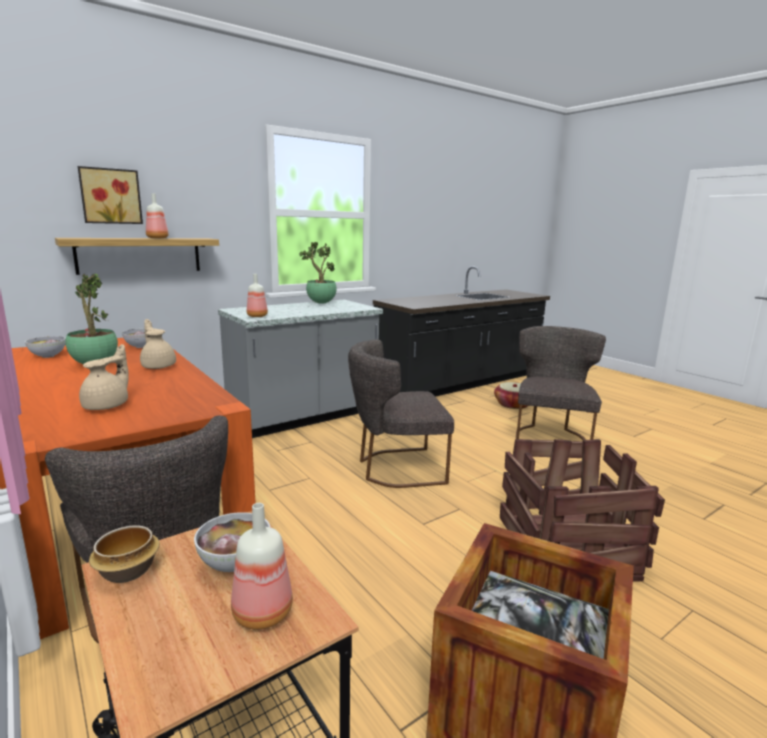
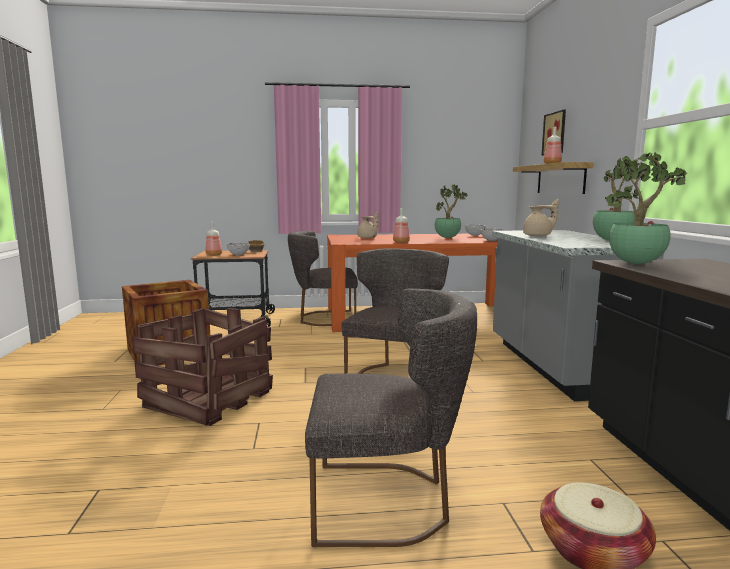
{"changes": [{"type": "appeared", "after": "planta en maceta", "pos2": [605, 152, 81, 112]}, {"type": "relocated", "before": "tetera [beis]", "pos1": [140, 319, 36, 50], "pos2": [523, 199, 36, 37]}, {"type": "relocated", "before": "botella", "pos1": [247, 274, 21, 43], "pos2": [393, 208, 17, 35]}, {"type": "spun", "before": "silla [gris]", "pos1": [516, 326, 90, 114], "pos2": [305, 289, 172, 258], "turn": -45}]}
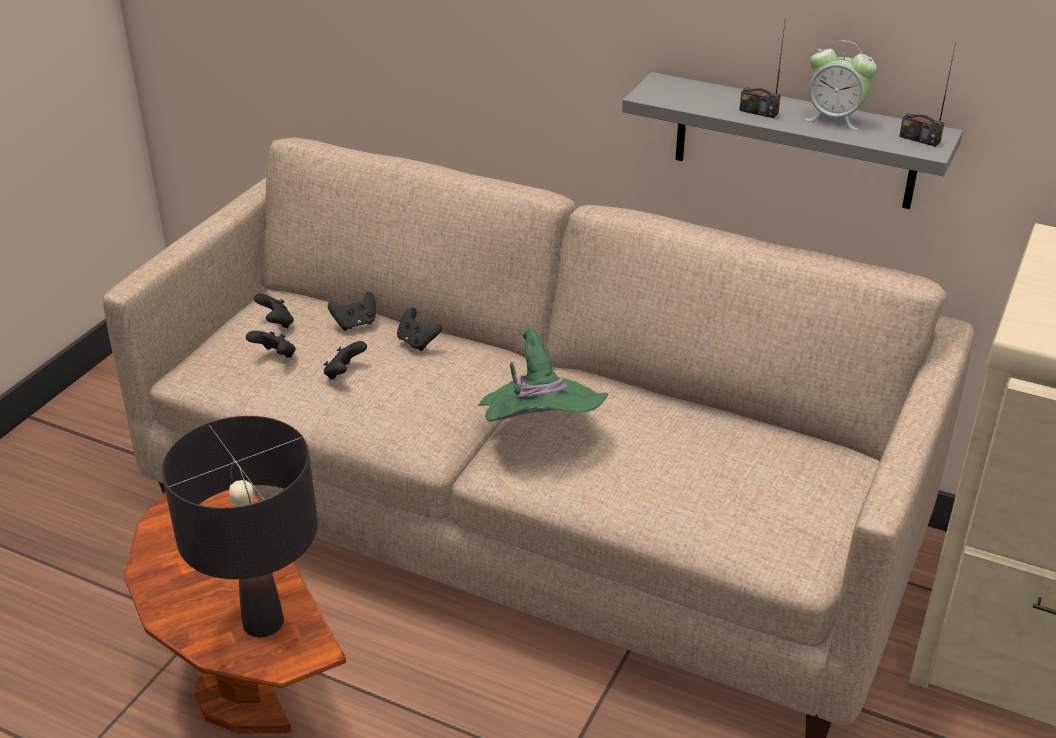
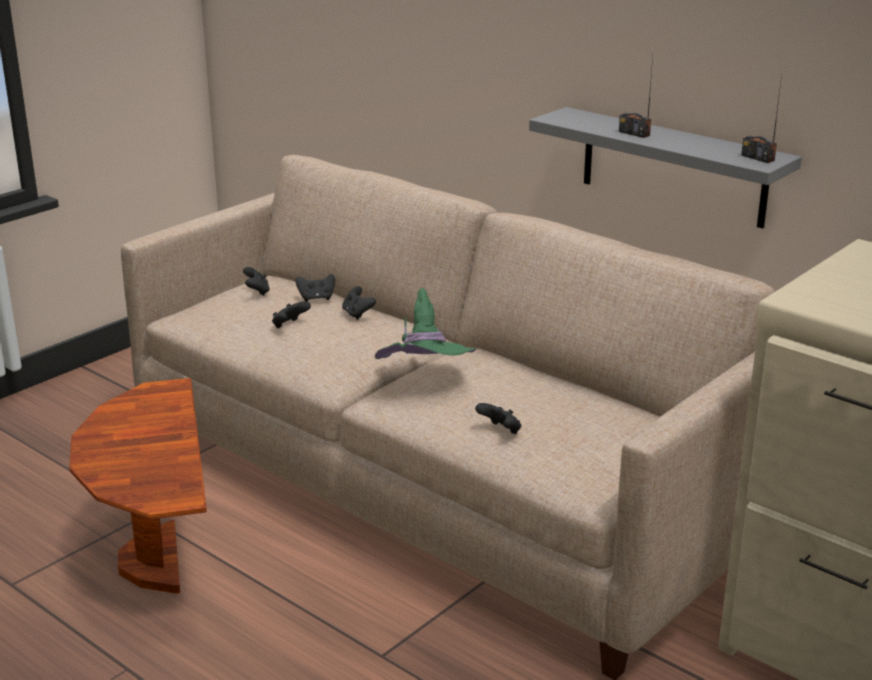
{"changes": [{"type": "missing", "before": "lámpara de mesa [negro]", "pos1": [162, 416, 156, 221]}, {"type": "missing", "before": "despertador", "pos1": [804, 41, 73, 89]}, {"type": "relocated", "before": "mando de consola [negro]", "pos1": [246, 331, 50, 27], "pos2": [475, 403, 46, 31]}]}
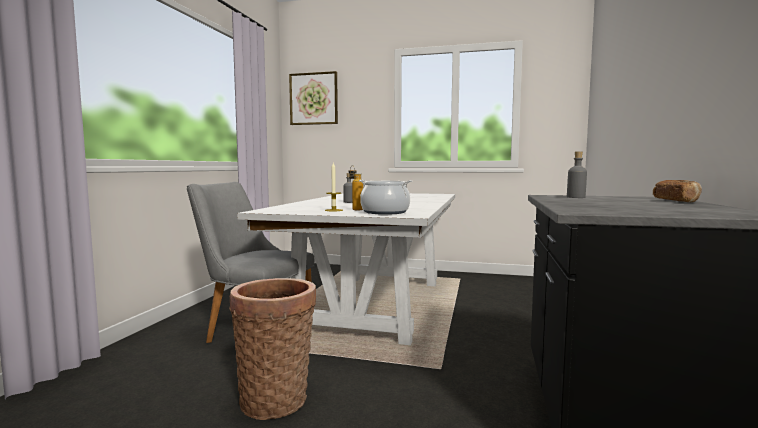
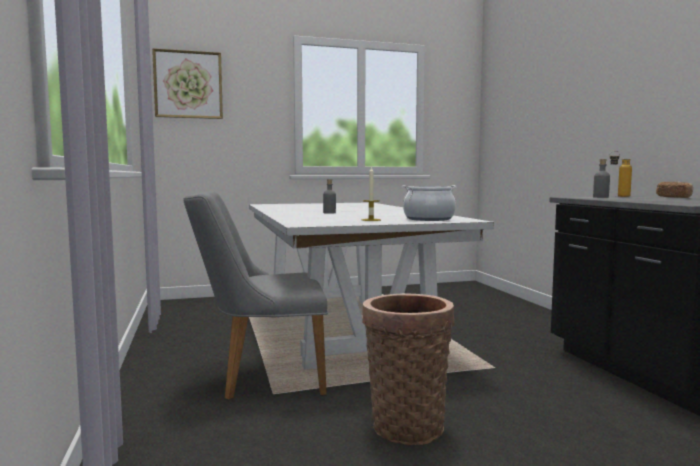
{"changes": [{"type": "relocated", "before": "botella", "pos1": [349, 165, 14, 45], "pos2": [609, 151, 23, 46]}]}
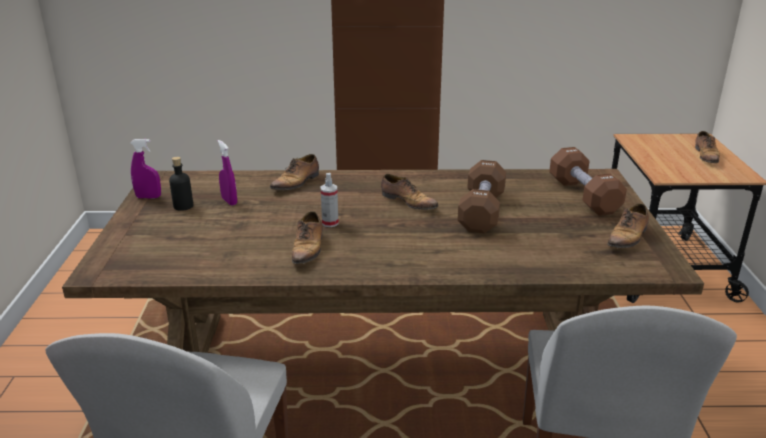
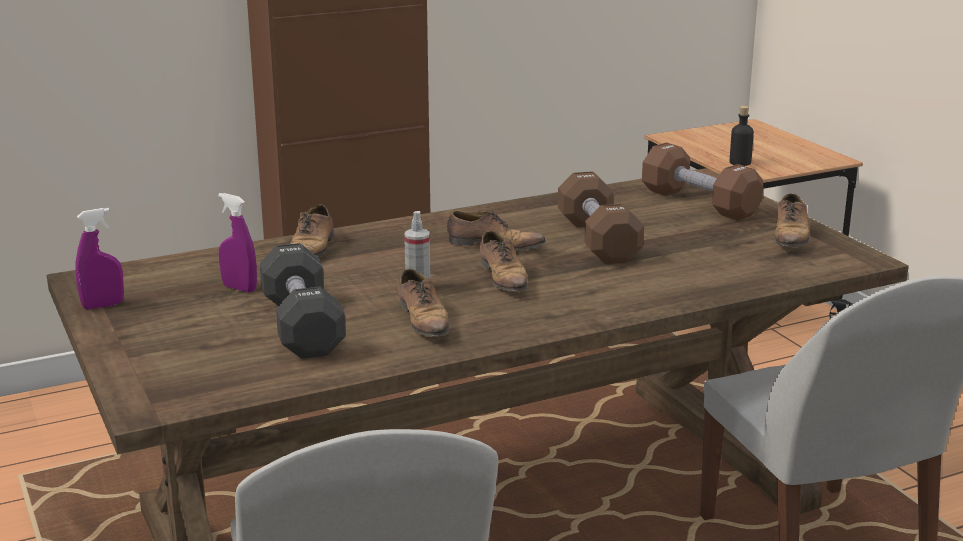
{"changes": [{"type": "appeared", "after": "mancuerna [negro]", "pos2": [260, 243, 86, 116]}, {"type": "relocated", "before": "botella [negro]", "pos1": [169, 157, 24, 54], "pos2": [730, 106, 24, 60]}, {"type": "relocated", "before": "zapato", "pos1": [695, 131, 25, 32], "pos2": [480, 231, 48, 67]}]}
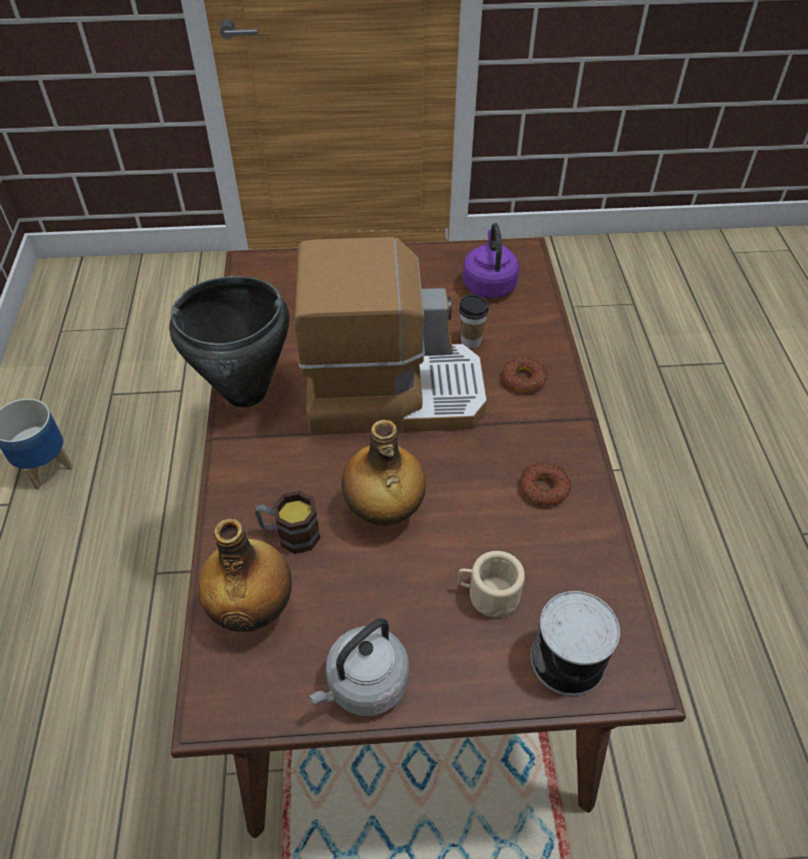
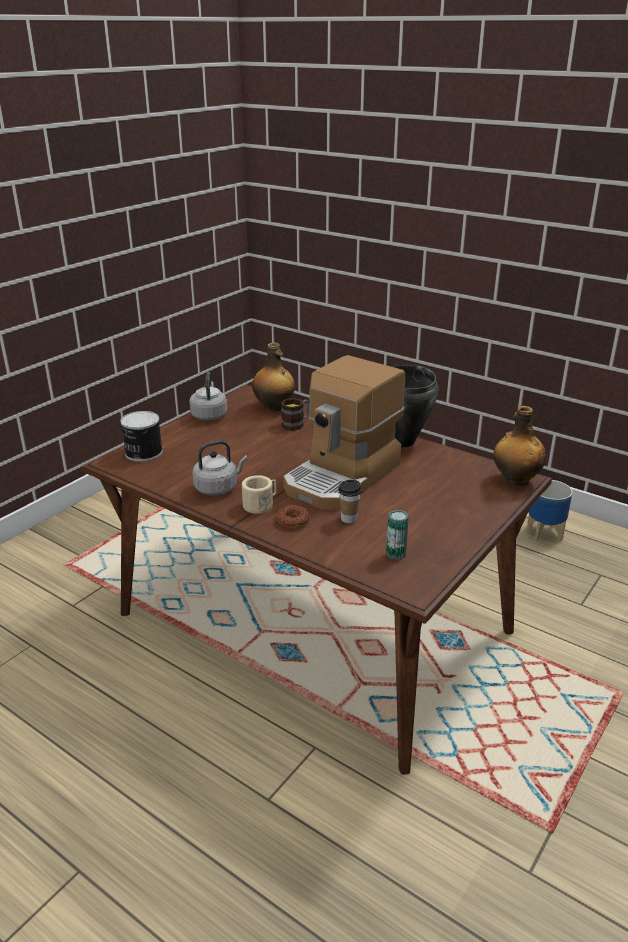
{"changes": [{"type": "relocated", "before": "botella", "pos1": [342, 420, 84, 106], "pos2": [493, 406, 53, 80]}, {"type": "relocated", "before": "taza grande [beis]", "pos1": [458, 551, 67, 67], "pos2": [242, 475, 35, 39]}, {"type": "exchanged", "before": "hervidor [morado]", "after": "lata", "pos1": [463, 223, 56, 75], "pos2": [386, 510, 23, 50]}, {"type": "exchanged", "before": "rosquilla", "after": "hervidor [gris]", "pos1": [520, 462, 51, 43], "pos2": [192, 440, 56, 56]}]}
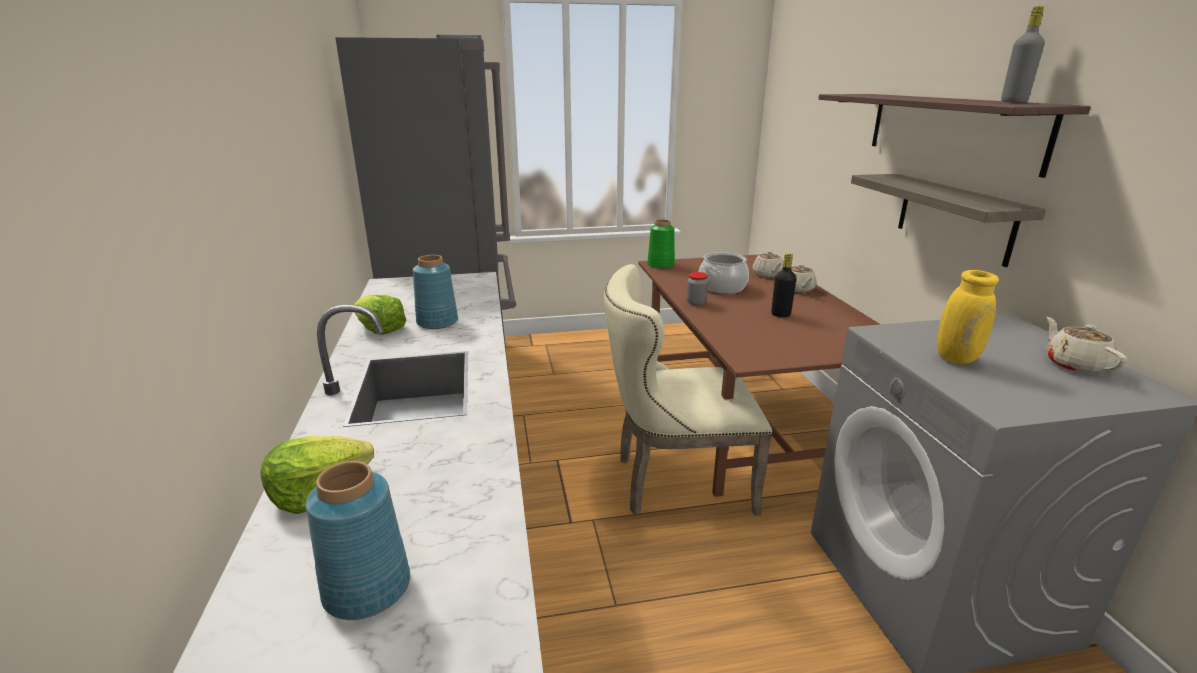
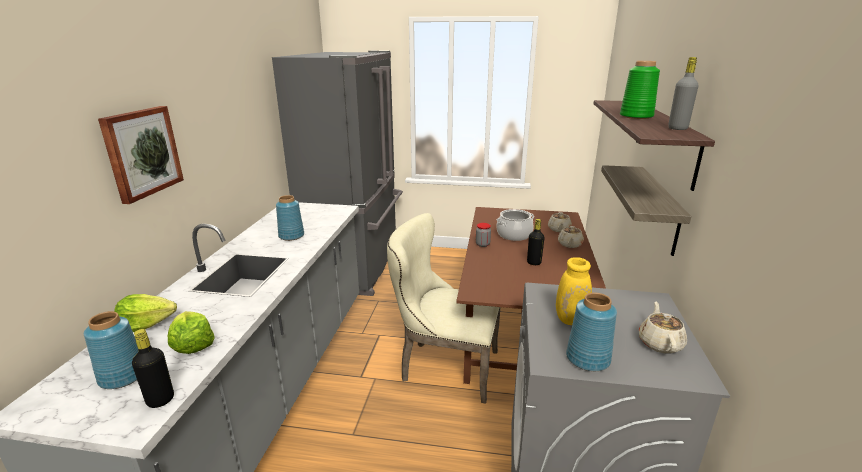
{"changes": [{"type": "appeared", "after": "cuadro", "pos2": [98, 106, 86, 98]}, {"type": "appeared", "after": "botella [negro]", "pos2": [132, 329, 42, 79]}, {"type": "appeared", "after": "florero [azul]", "pos2": [566, 292, 51, 79]}, {"type": "relocated", "before": "lechuga", "pos1": [354, 295, 52, 40], "pos2": [168, 311, 46, 43]}, {"type": "relocated", "before": "florero [verde]", "pos1": [647, 219, 28, 50], "pos2": [620, 61, 40, 58]}]}
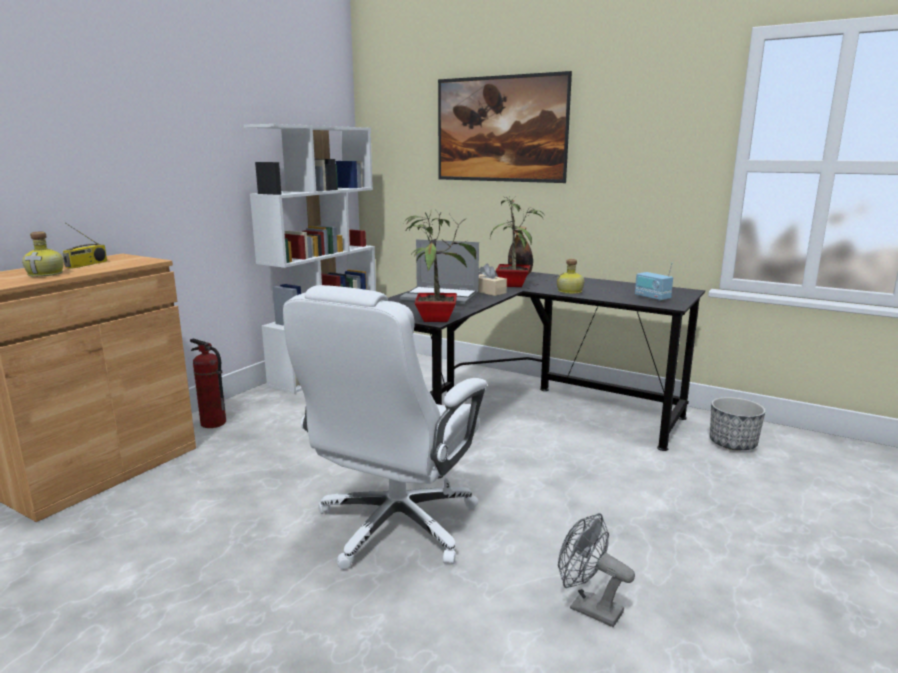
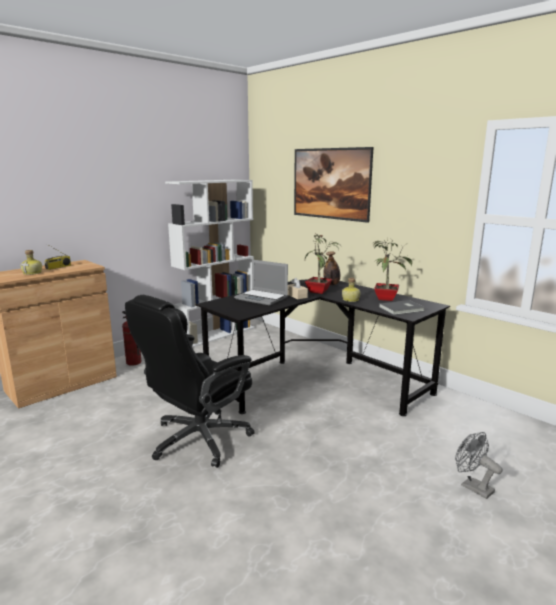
{"changes": [{"type": "missing", "before": "maceta", "pos1": [710, 397, 56, 54]}, {"type": "relocated", "before": "planta en maceta", "pos1": [405, 212, 71, 110], "pos2": [372, 238, 40, 63]}, {"type": "relocated", "before": "ventilador [gris]", "pos1": [558, 513, 77, 114], "pos2": [455, 432, 48, 67]}, {"type": "exchanged", "before": "radio", "after": "libro [gris]", "pos1": [635, 262, 38, 39], "pos2": [379, 300, 46, 15]}, {"type": "colour", "before": "silla de oficina [blanco]", "after": "silla de oficina [negro]", "pos1": [283, 285, 204, 285], "pos2": [125, 295, 130, 173]}]}
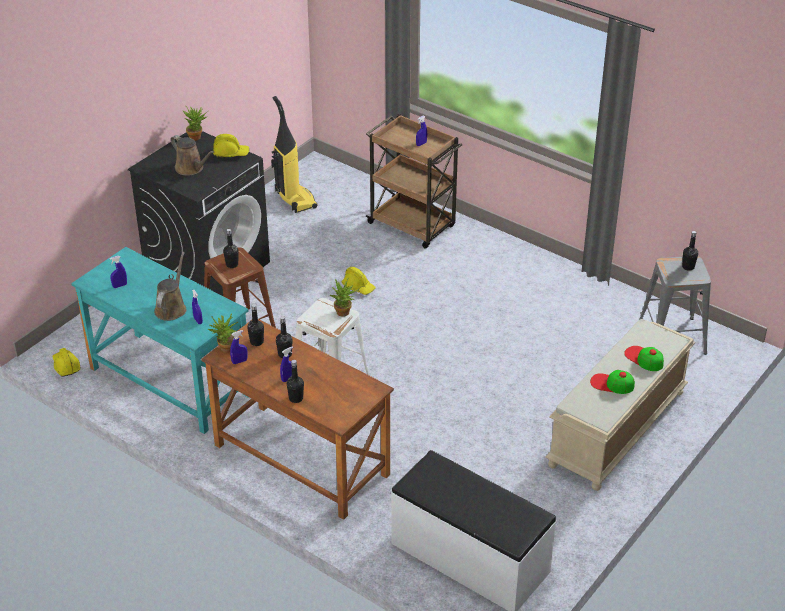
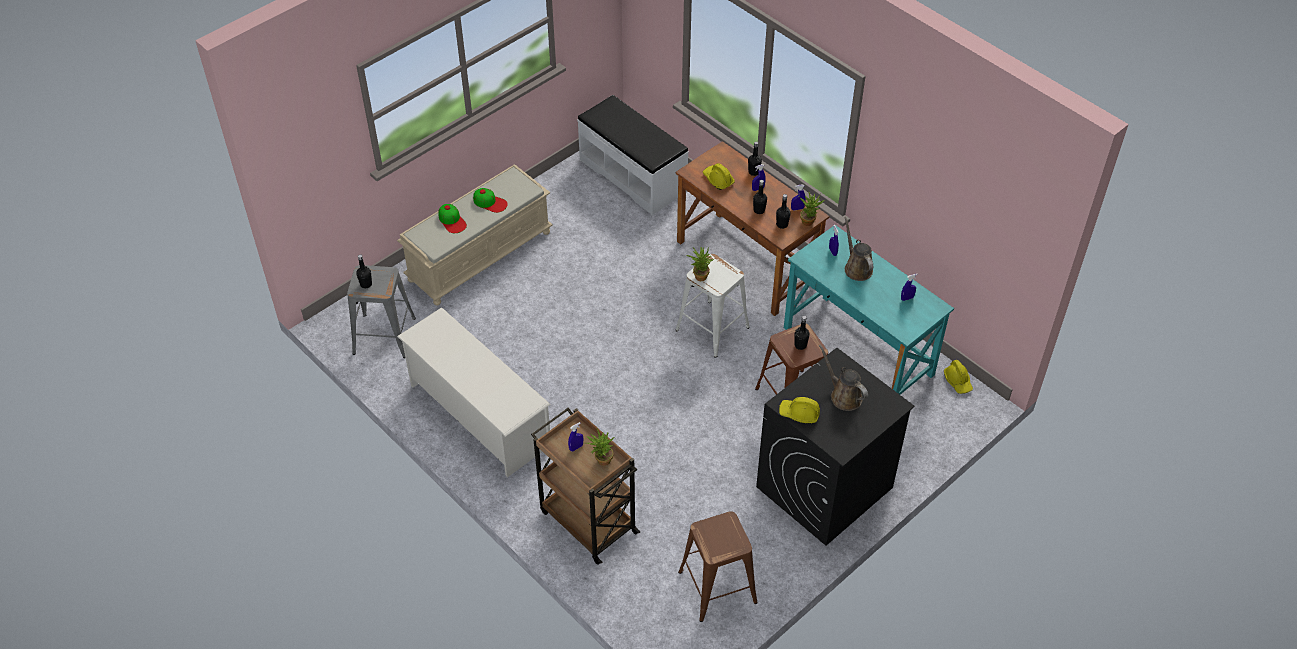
{"changes": [{"type": "appeared", "after": "zapatero [blanco]", "pos2": [397, 307, 154, 170]}, {"type": "relocated", "before": "planta en maceta", "pos1": [183, 105, 25, 36], "pos2": [585, 429, 29, 37]}, {"type": "relocated", "before": "casco [amarillo]", "pos1": [342, 267, 34, 28], "pos2": [703, 163, 32, 27]}, {"type": "exchanged", "before": "aspiradora", "after": "taburete [marrón]", "pos1": [271, 96, 47, 117], "pos2": [678, 511, 80, 111]}, {"type": "spun", "before": "regadera [marrón]", "pos1": [154, 252, 32, 69], "pos2": [844, 217, 29, 64], "turn": 135}]}
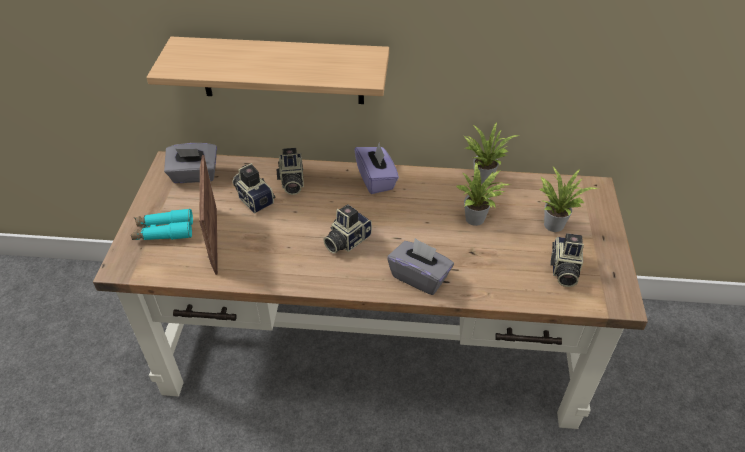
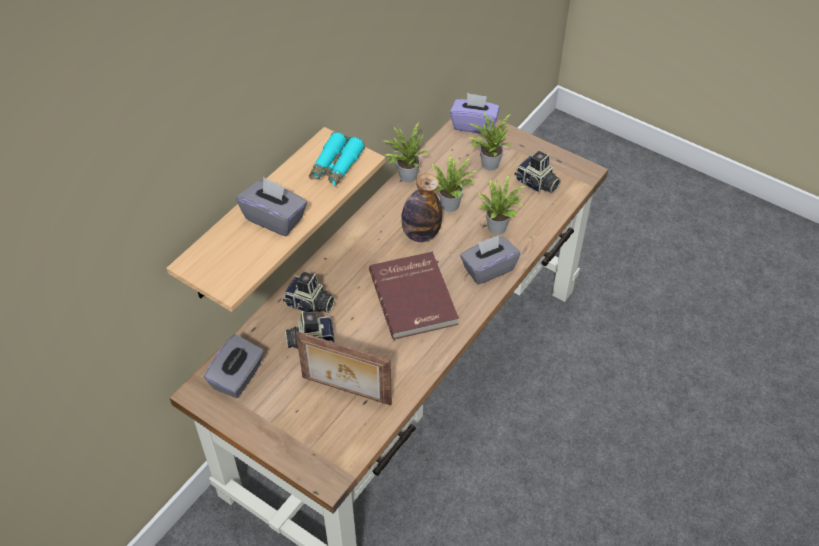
{"changes": [{"type": "appeared", "after": "caja de pañuelos [gris]", "pos2": [236, 177, 71, 59]}, {"type": "appeared", "after": "botella", "pos2": [401, 173, 41, 69]}, {"type": "appeared", "after": "planta en maceta", "pos2": [477, 174, 50, 61]}, {"type": "relocated", "before": "prismáticos [turquesa]", "pos1": [131, 208, 62, 32], "pos2": [309, 132, 56, 54]}, {"type": "relocated", "before": "caja de pañuelos [morado]", "pos1": [355, 144, 44, 50], "pos2": [450, 93, 50, 41]}, {"type": "exchanged", "before": "cámara", "after": "libro [rojo]", "pos1": [323, 205, 49, 49], "pos2": [369, 252, 90, 88]}]}
